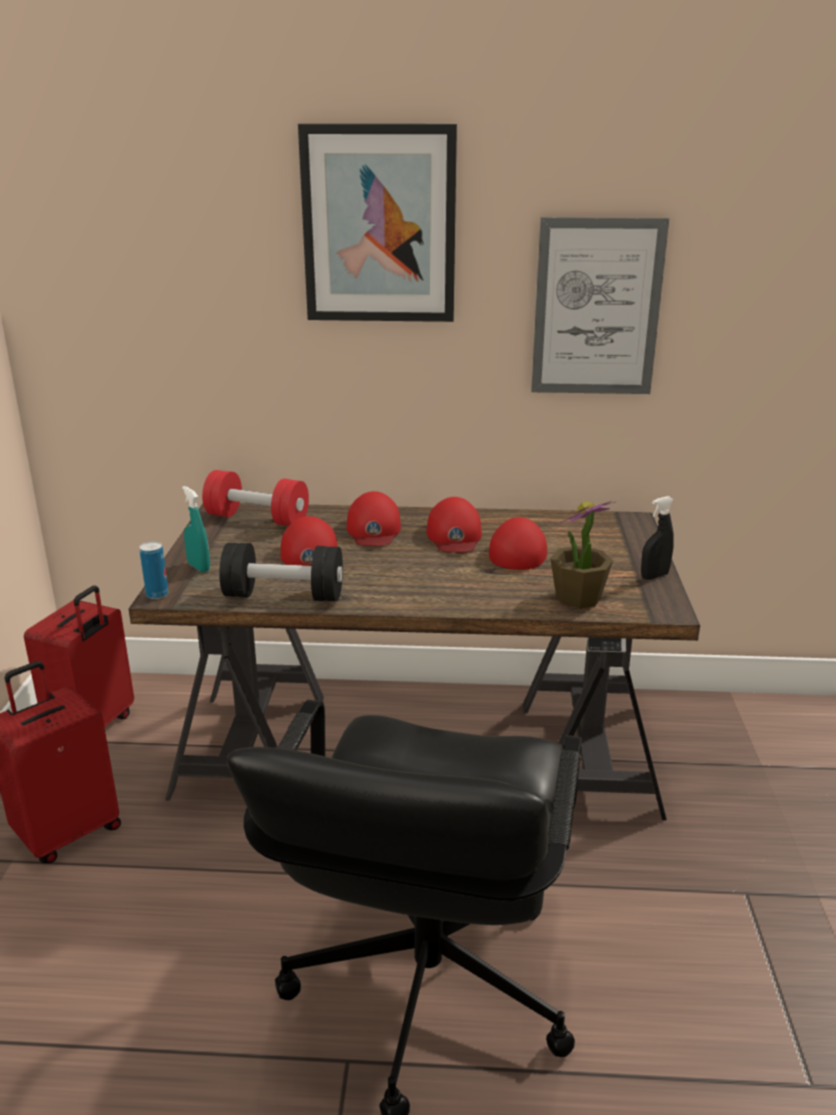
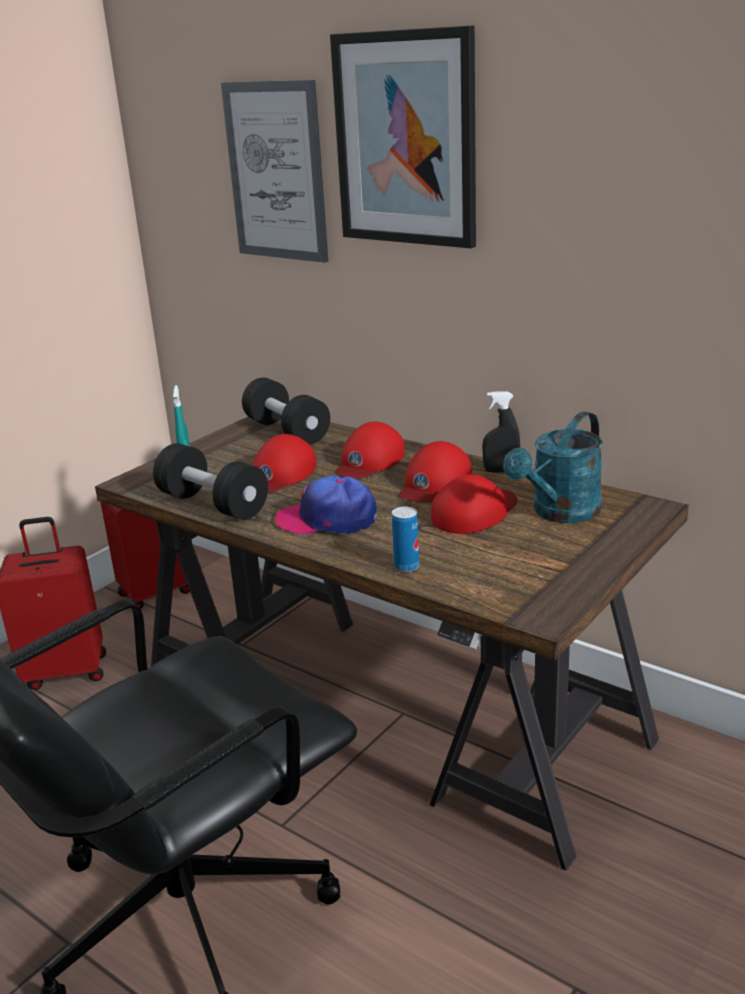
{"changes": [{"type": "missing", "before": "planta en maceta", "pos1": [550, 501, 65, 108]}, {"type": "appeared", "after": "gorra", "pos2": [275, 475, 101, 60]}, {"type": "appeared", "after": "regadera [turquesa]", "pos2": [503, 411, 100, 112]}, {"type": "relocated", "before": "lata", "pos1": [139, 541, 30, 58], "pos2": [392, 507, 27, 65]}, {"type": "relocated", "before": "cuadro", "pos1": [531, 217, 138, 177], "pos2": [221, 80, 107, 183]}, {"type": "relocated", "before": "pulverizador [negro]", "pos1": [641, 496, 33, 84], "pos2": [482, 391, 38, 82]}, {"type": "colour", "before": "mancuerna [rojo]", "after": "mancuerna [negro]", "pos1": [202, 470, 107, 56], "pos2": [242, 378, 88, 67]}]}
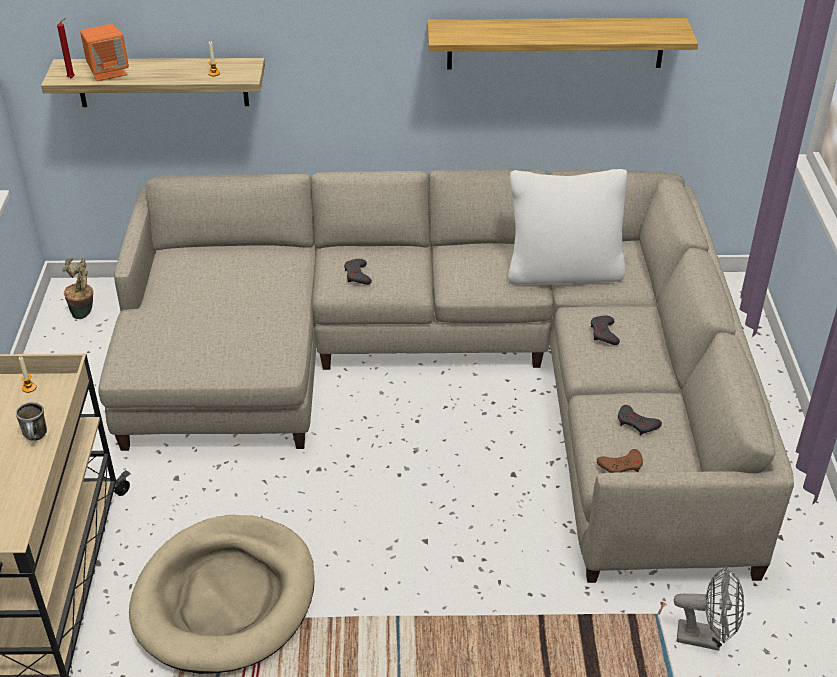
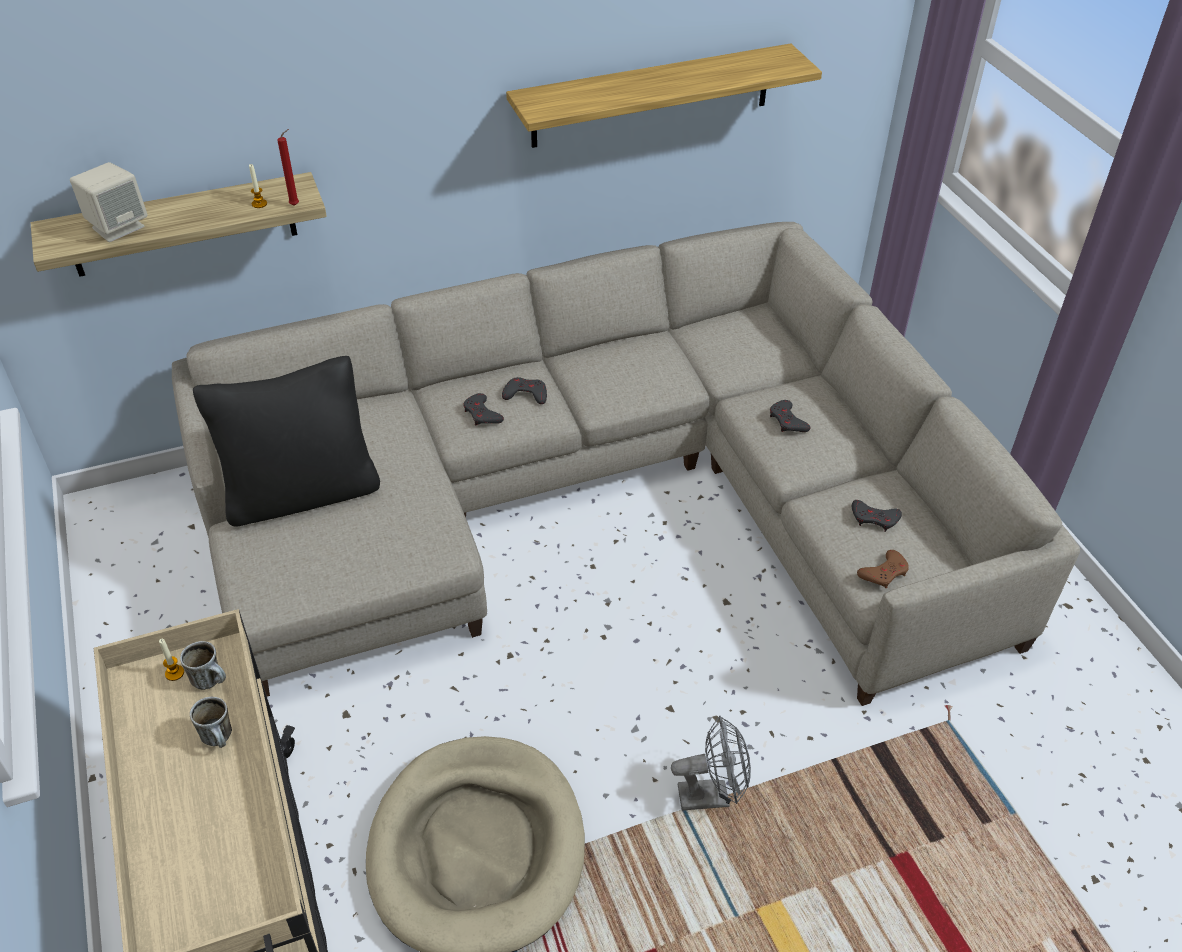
{"changes": [{"type": "missing", "before": "planta en maceta", "pos1": [62, 258, 31, 61]}, {"type": "missing", "before": "cojín [blanco]", "pos1": [508, 169, 119, 116]}, {"type": "appeared", "after": "taza grande", "pos2": [180, 641, 46, 49]}, {"type": "appeared", "after": "cojín [negro]", "pos2": [193, 356, 187, 170]}, {"type": "appeared", "after": "mando de consola [gris]", "pos2": [502, 377, 45, 27]}, {"type": "relocated", "before": "vela [rojo]", "pos1": [57, 18, 18, 61], "pos2": [277, 129, 22, 77]}, {"type": "relocated", "before": "ventilador [gris]", "pos1": [674, 566, 70, 85], "pos2": [671, 716, 80, 95]}, {"type": "colour", "before": "altavoz [naranja]", "after": "altavoz [beis]", "pos1": [80, 24, 49, 57], "pos2": [70, 162, 77, 80]}]}
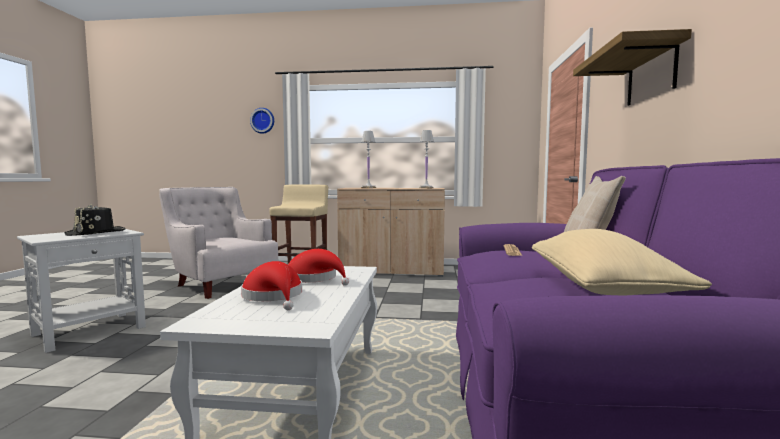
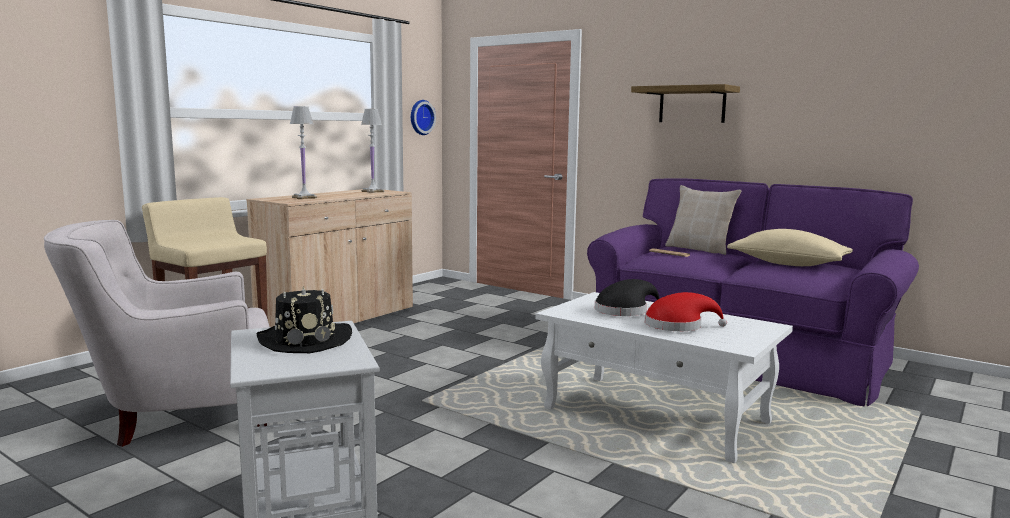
{"changes": [{"type": "relocated", "before": "reloj de pared", "pos1": [250, 108, 24, 26], "pos2": [411, 100, 25, 35]}, {"type": "colour", "before": "sombrero [rojo]", "after": "sombrero [negro]", "pos1": [288, 249, 61, 37], "pos2": [595, 279, 64, 37]}]}
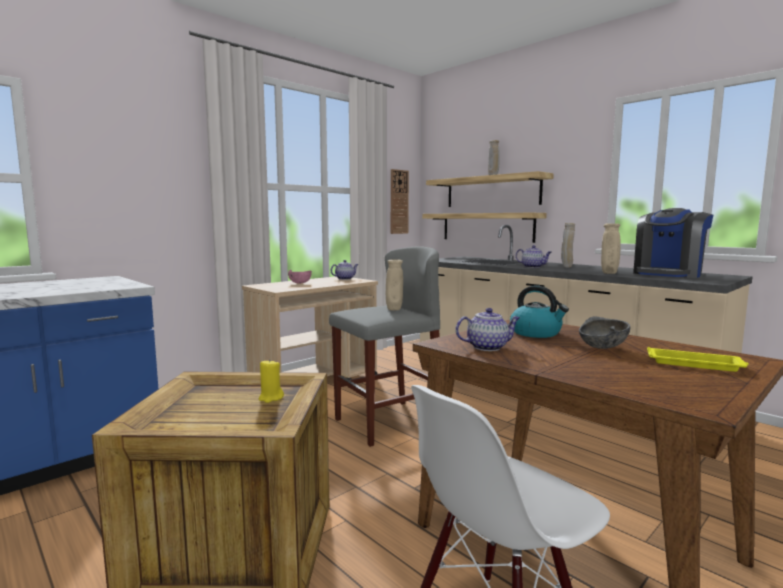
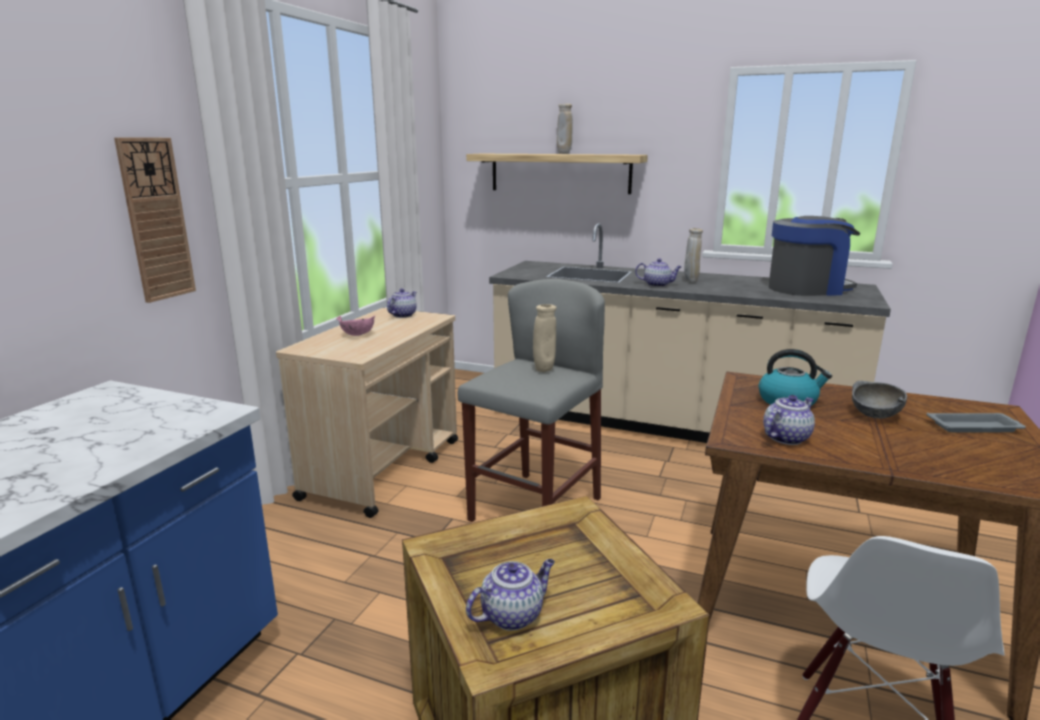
{"changes": [{"type": "missing", "before": "vela [amarillo]", "pos1": [259, 359, 25, 44]}, {"type": "missing", "before": "estante", "pos1": [422, 213, 125, 30]}, {"type": "missing", "before": "florero [beis]", "pos1": [601, 223, 20, 51]}, {"type": "appeared", "after": "tetera", "pos2": [466, 559, 89, 72]}, {"type": "relocated", "before": "reloj de pared", "pos1": [391, 169, 18, 65], "pos2": [114, 137, 82, 166]}, {"type": "colour", "before": "bandeja [amarillo]", "after": "bandeja [gris]", "pos1": [647, 347, 102, 25], "pos2": [927, 412, 99, 20]}, {"type": "spun", "before": "cafetera", "pos1": [633, 208, 80, 70], "pos2": [768, 216, 92, 80], "turn": -120}]}
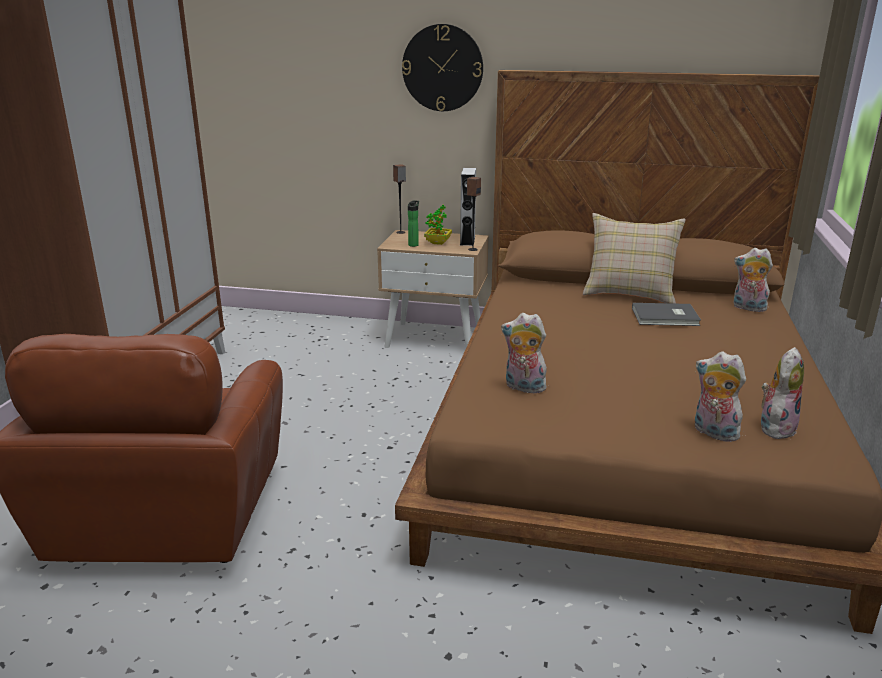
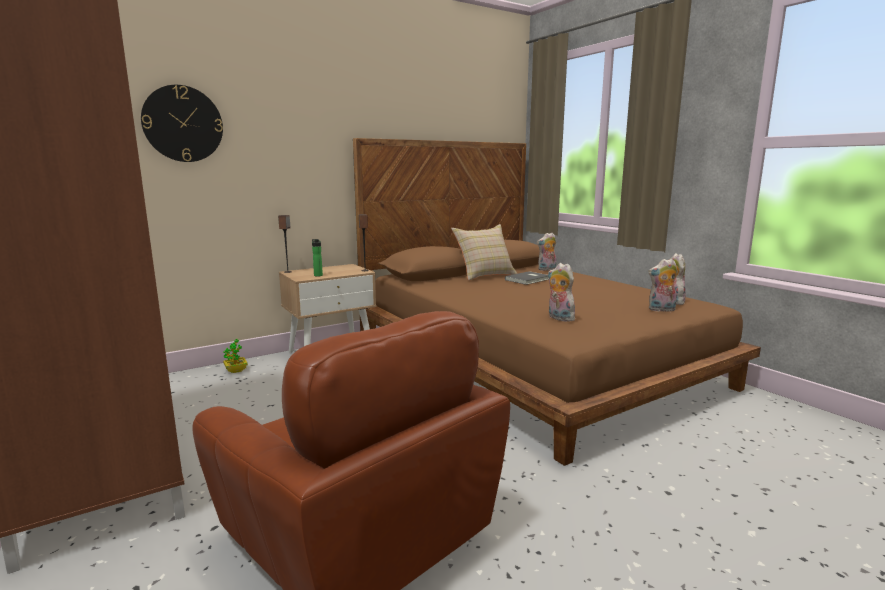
{"changes": [{"type": "missing", "before": "altavoz [gris]", "pos1": [460, 168, 16, 78]}, {"type": "relocated", "before": "reloj de pared", "pos1": [402, 24, 81, 87], "pos2": [141, 85, 82, 77]}, {"type": "relocated", "before": "planta en maceta", "pos1": [424, 205, 28, 40], "pos2": [223, 339, 25, 34]}, {"type": "spun", "before": "peluche", "pos1": [501, 313, 46, 82], "pos2": [547, 263, 28, 59], "turn": 75}]}
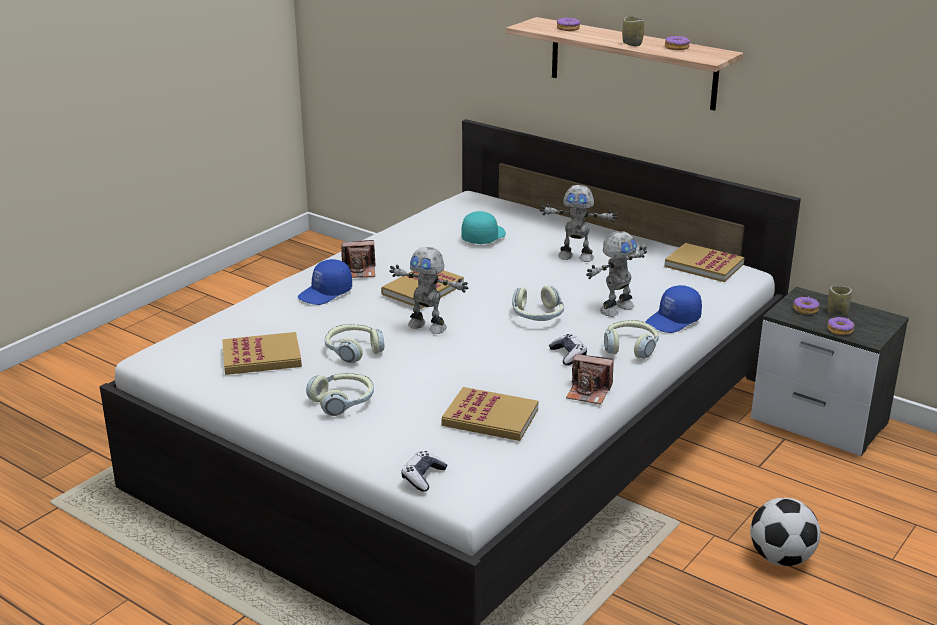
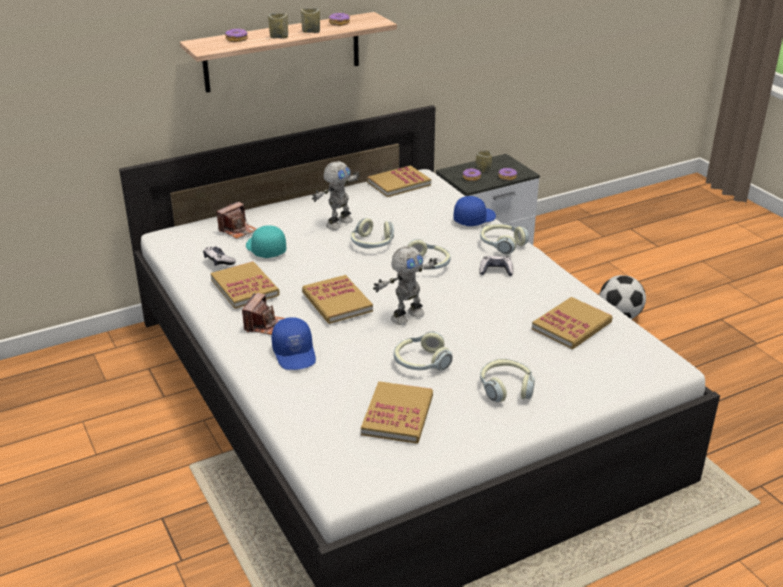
{"changes": [{"type": "missing", "before": "robot de juguete", "pos1": [586, 231, 61, 86]}, {"type": "appeared", "after": "libro", "pos2": [211, 261, 69, 48]}, {"type": "appeared", "after": "taza", "pos2": [268, 13, 20, 25]}, {"type": "appeared", "after": "auriculares", "pos2": [351, 218, 43, 31]}, {"type": "relocated", "before": "mando de consola", "pos1": [401, 451, 46, 41], "pos2": [203, 246, 33, 20]}, {"type": "relocated", "before": "cámara", "pos1": [566, 354, 48, 50], "pos2": [216, 201, 40, 38]}, {"type": "spun", "before": "gorra [azul]", "pos1": [646, 285, 56, 48], "pos2": [453, 196, 43, 30], "turn": -120}]}
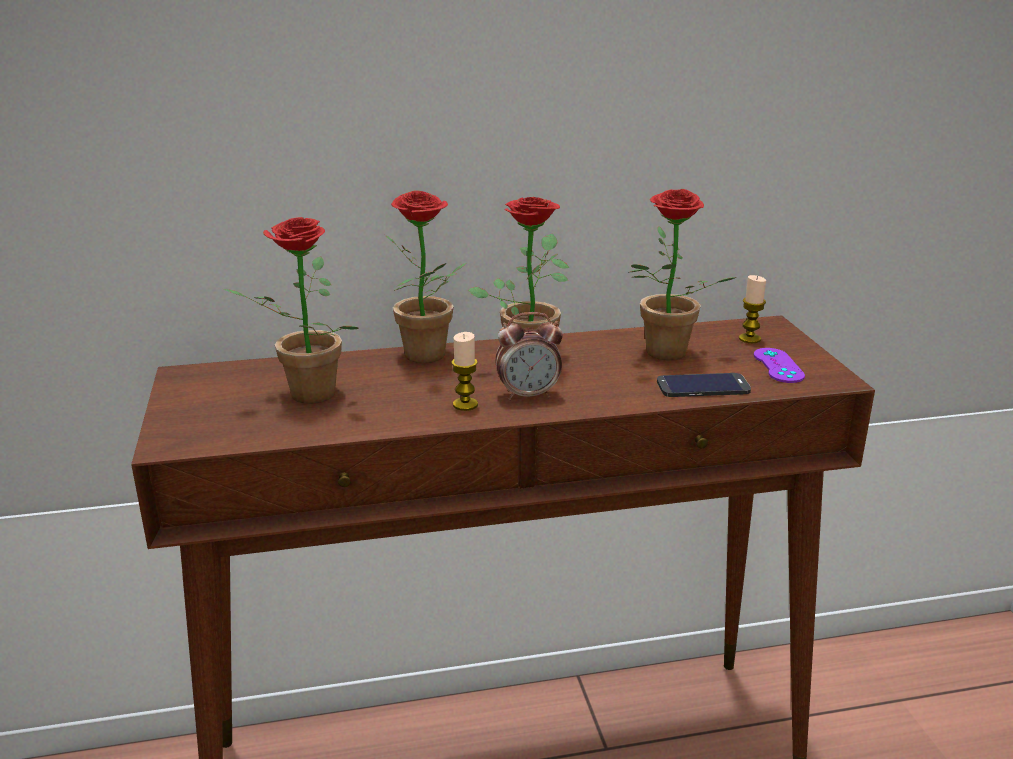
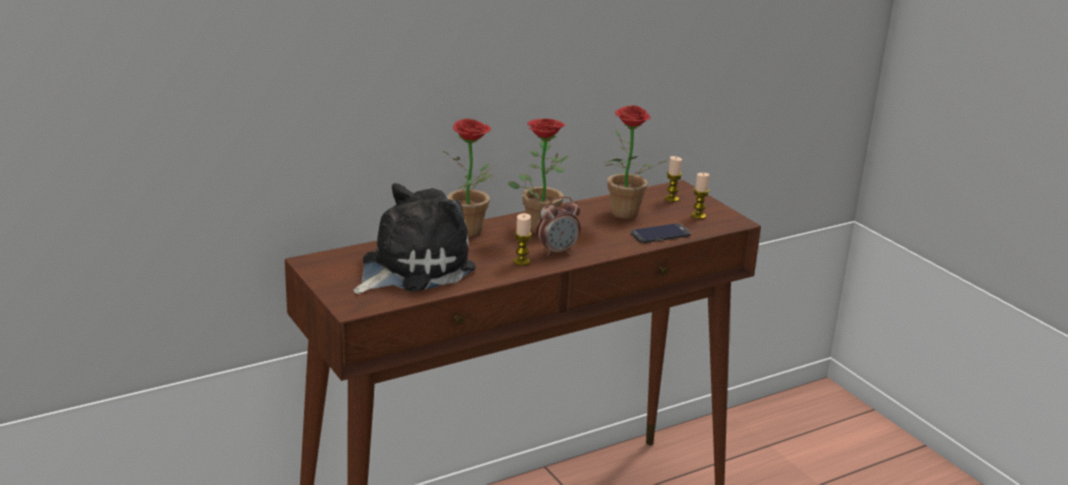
{"changes": [{"type": "exchanged", "before": "planta en maceta", "after": "peluche", "pos1": [224, 217, 135, 187], "pos2": [354, 183, 122, 111]}, {"type": "exchanged", "before": "mando de consola [morado]", "after": "vela", "pos1": [754, 348, 51, 35], "pos2": [691, 173, 19, 46]}]}
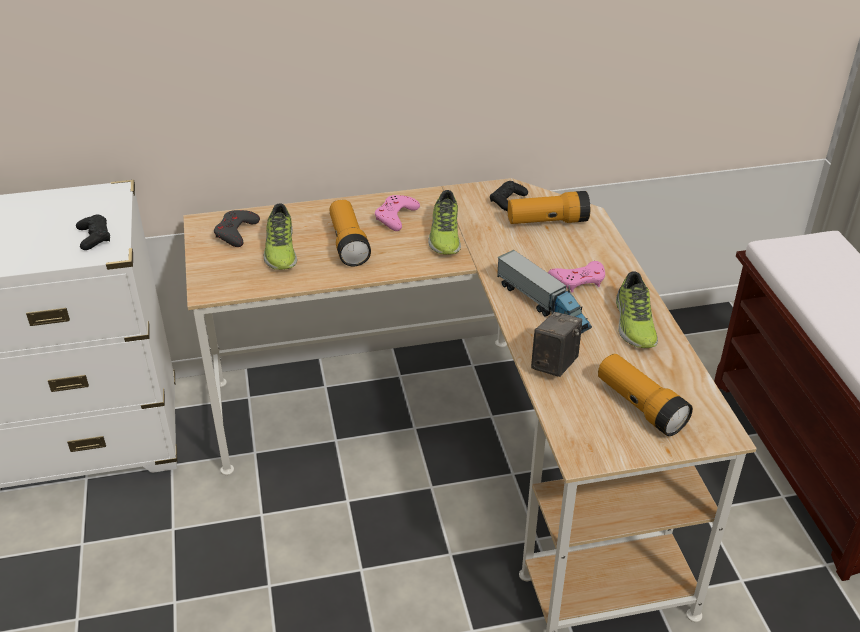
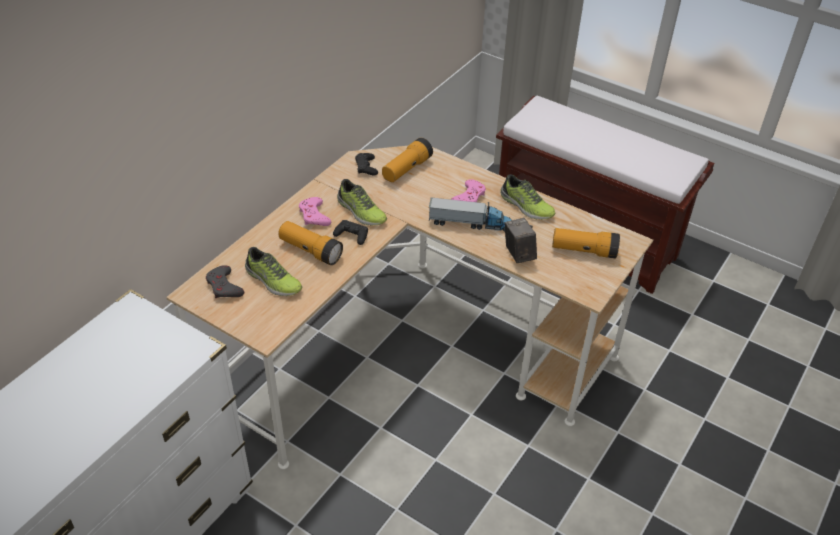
{"changes": [{"type": "relocated", "before": "mando de consola [negro]", "pos1": [76, 215, 34, 35], "pos2": [333, 220, 35, 25]}]}
